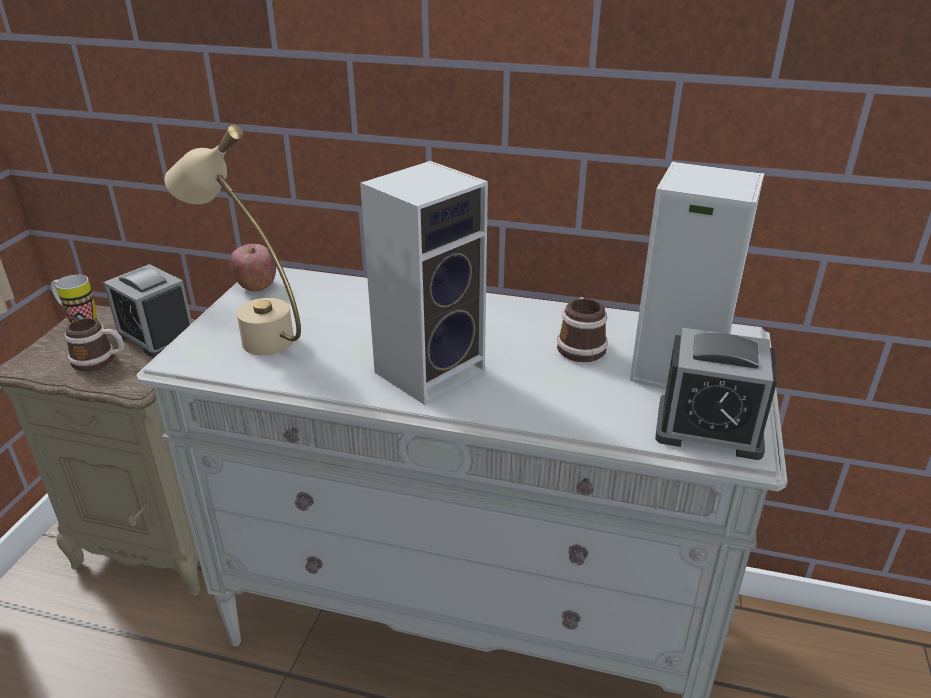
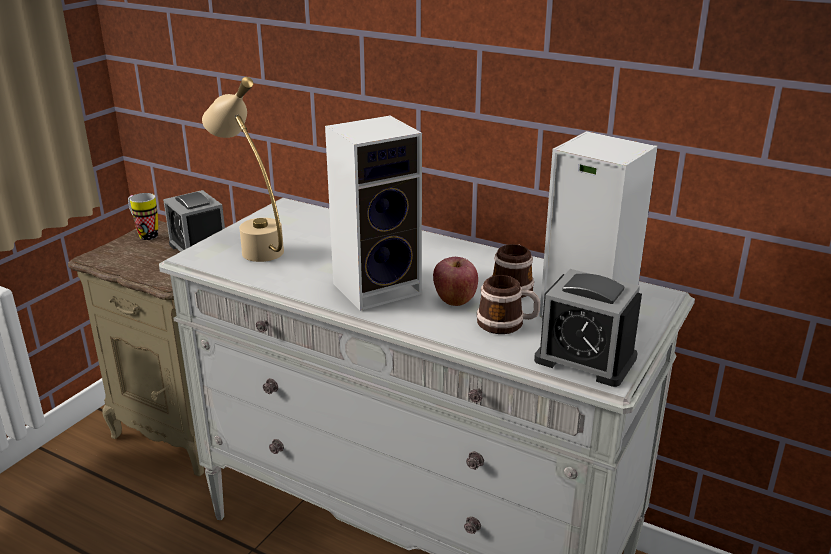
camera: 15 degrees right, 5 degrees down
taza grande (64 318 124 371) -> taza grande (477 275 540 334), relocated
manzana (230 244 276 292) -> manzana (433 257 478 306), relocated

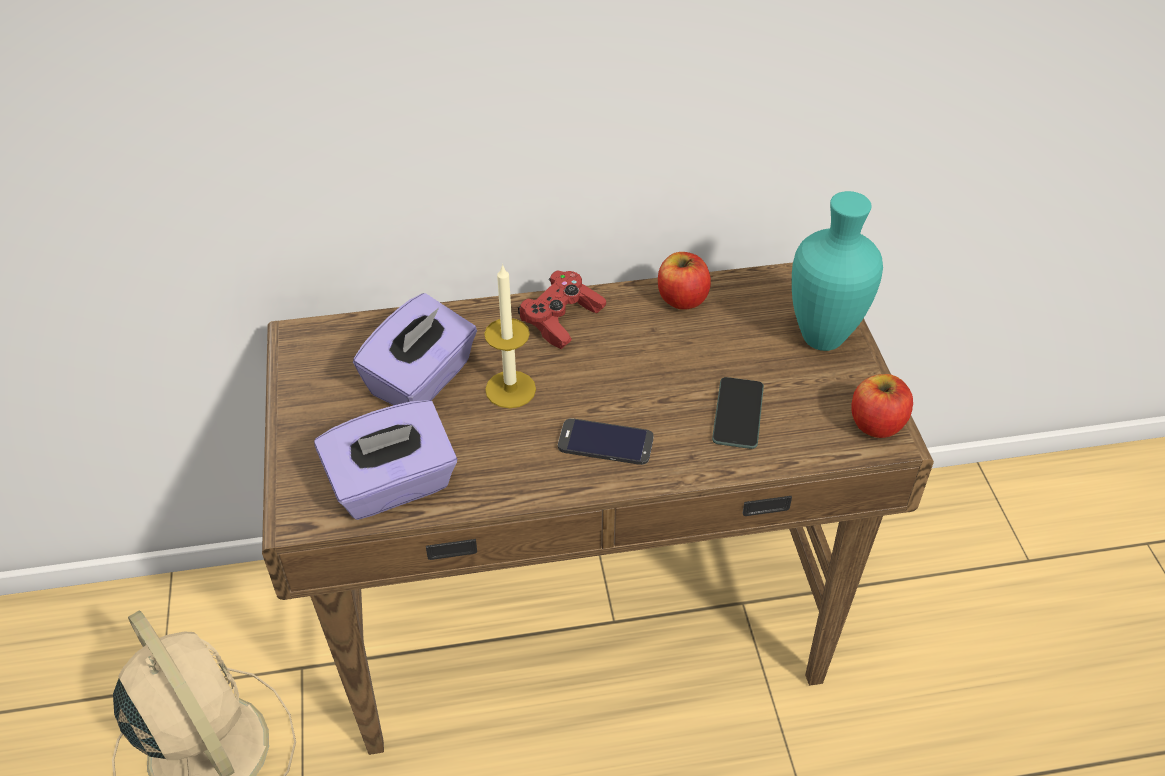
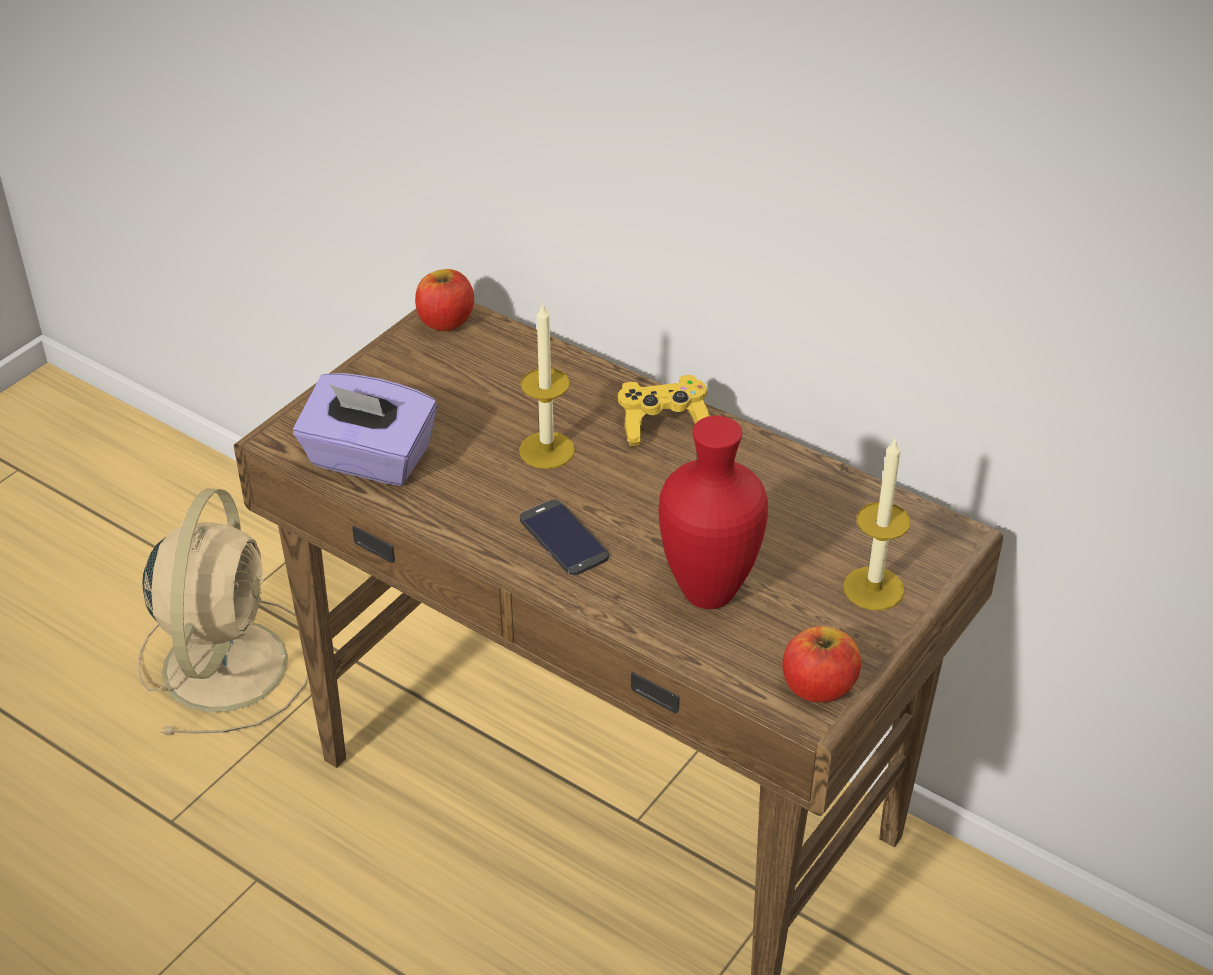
camera: 45 degrees right, 5 degrees down
caja de pañuelos (morado) (353 293 477 405) -> none
manzana (658 252 711 310) -> manzana (415 269 474 331), relocated
móvil (712 377 764 449) -> florero (rojo) (659 415 768 609)
florero (turquesa) (792 191 883 351) -> vela (843 437 911 610)
mando de consola (rojo) (518 270 606 349) -> mando de consola (amarillo) (618 375 710 447)

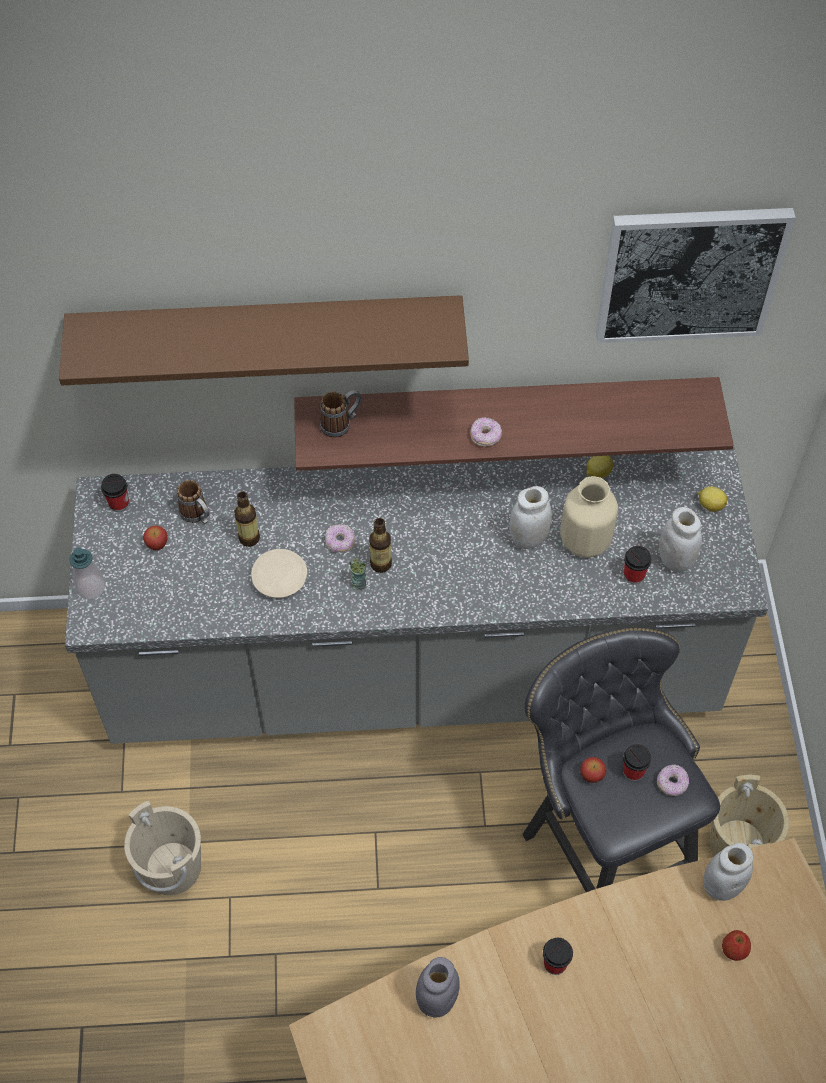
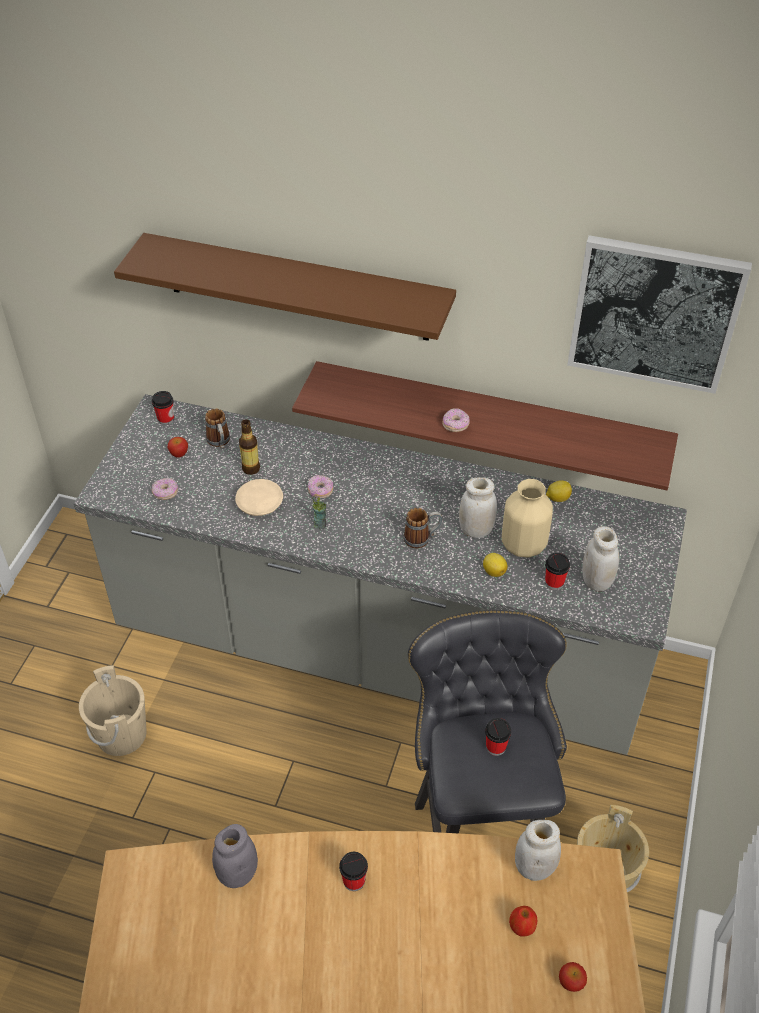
camera: 20 degrees right, 10 degrees down
dispensador de jabón (69 547 105 599) -> none
botella (369 518 392 573) -> none
taza grande (320 390 361 438) -> taza grande (404 508 443 548), relocated
manzana (580 757 607 783) -> manzana (559 962 587 992), relocated
rosquilla (657 764 689 796) -> rosquilla (151 478 178 500), relocated
limón (698 486 727 512) -> limón (483 553 507 577), relocated

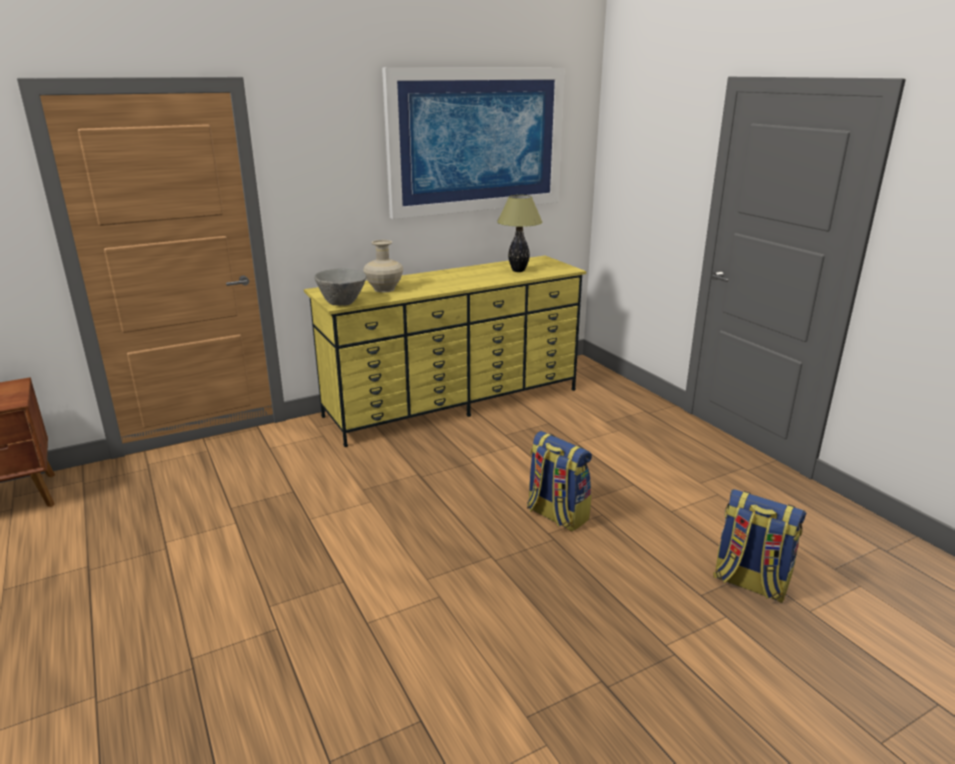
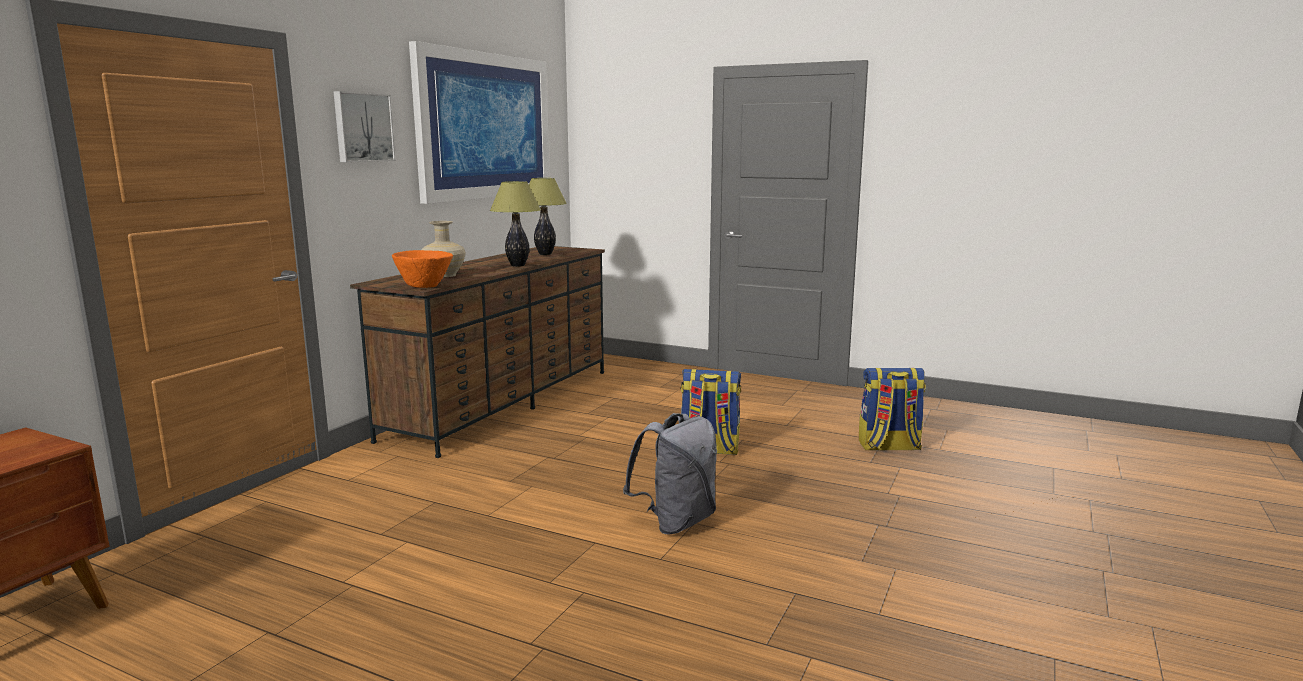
camera: 35 degrees left, 10 degrees down
none -> cuadro (333 91 396 162)
none -> lámpara de mesa (490 181 541 267)
none -> mochila (gris) (623 413 717 535)
cómoda (amarillo) (304 256 586 447) -> cómoda (marrón) (350 246 605 458)
cuenco (gris) (314 268 367 306) -> cuenco (naranja) (392 250 453 288)

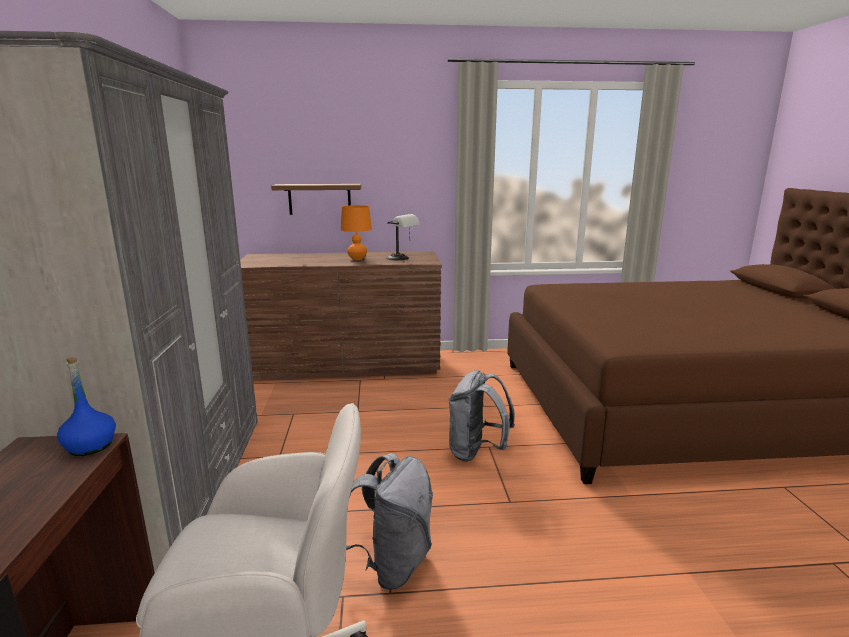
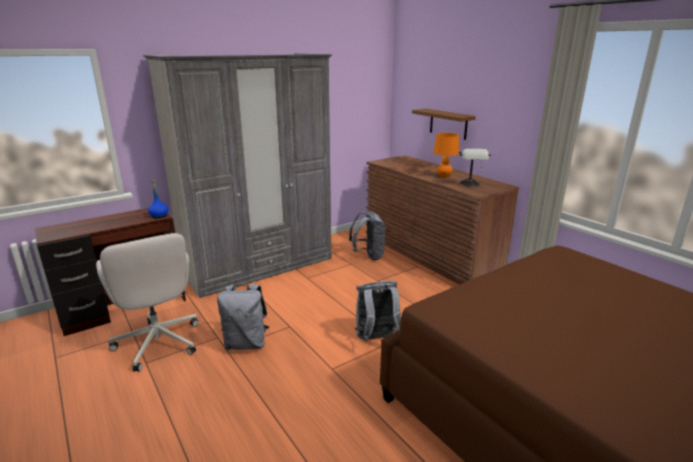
camera: 60 degrees right, 5 degrees up
none -> mochila (gris) (349 211 386 260)

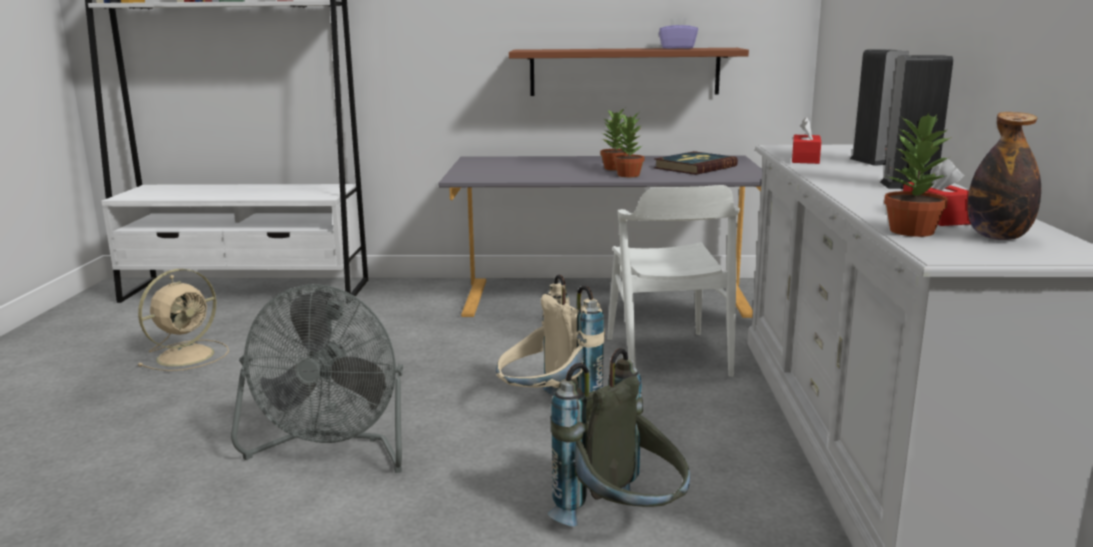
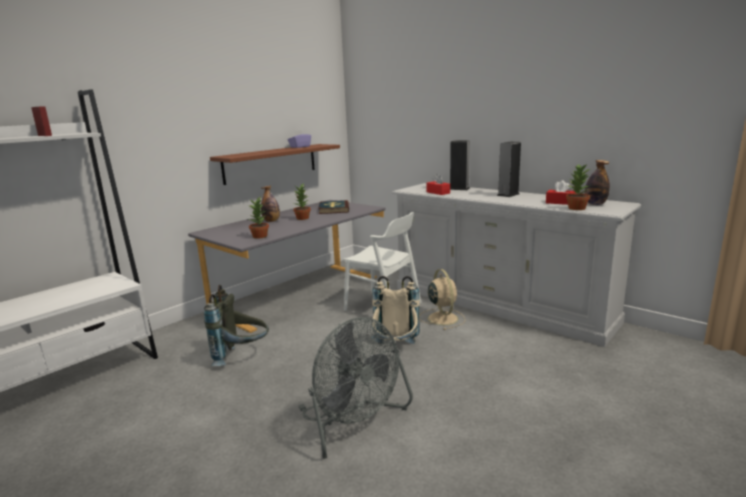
camera: 50 degrees left, 0 degrees up
none -> botella (261 185 280 222)
ventilador (beis) (137 269 229 371) -> ventilador (beis) (420 269 465 330), relocated
mochila (gris) (548 348 690 526) -> mochila (gris) (204 285 269 366), relocated
planta en maceta (614 113 644 177) -> planta en maceta (249 197 269 239), relocated

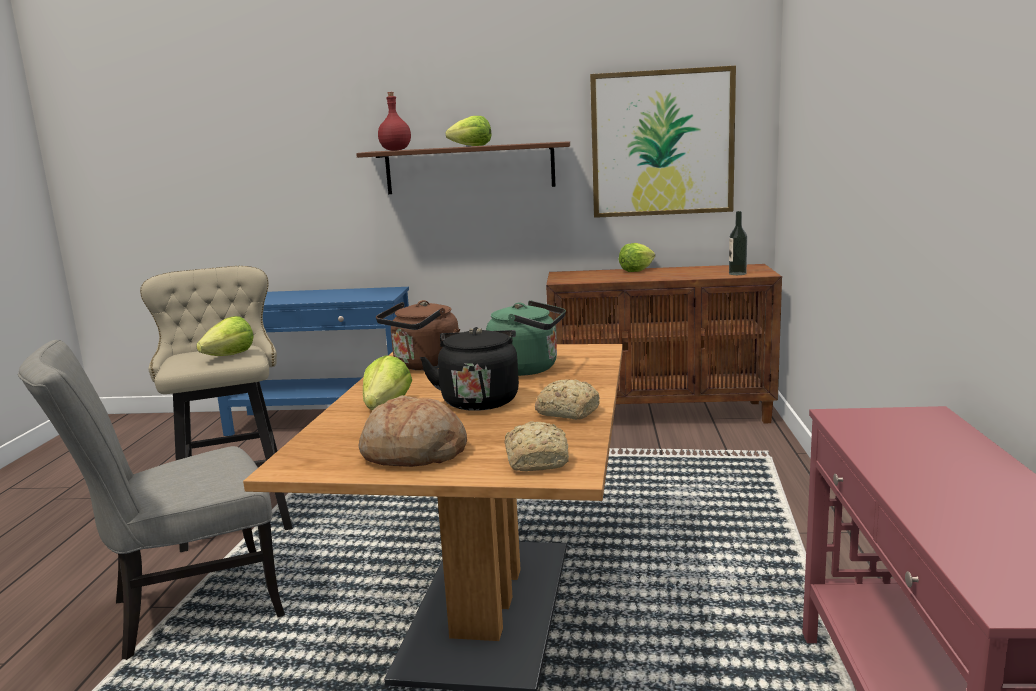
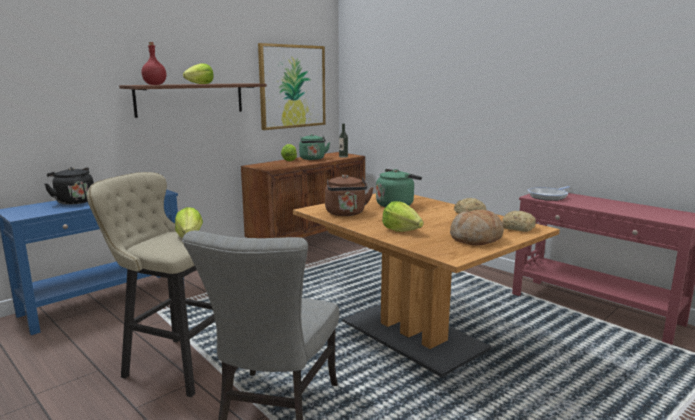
camera: 50 degrees left, 0 degrees up
none -> hervidor (verde) (299 134 330 160)
none -> sartén (528 186 570 201)
hervidor (negro) (420 327 519 411) -> hervidor (negro) (45 167 94 205), relocated

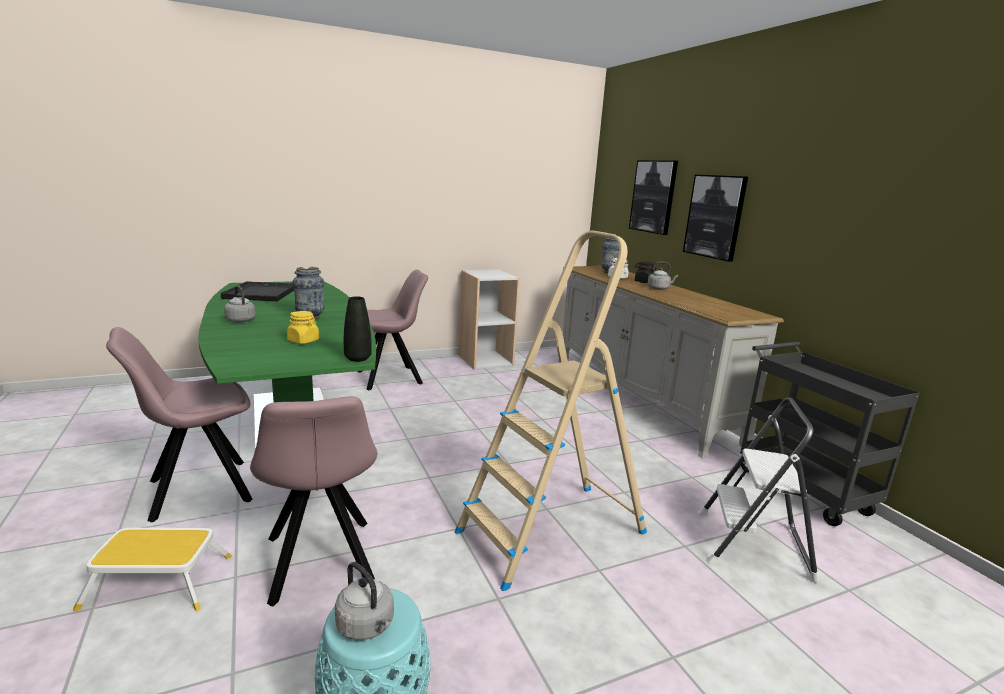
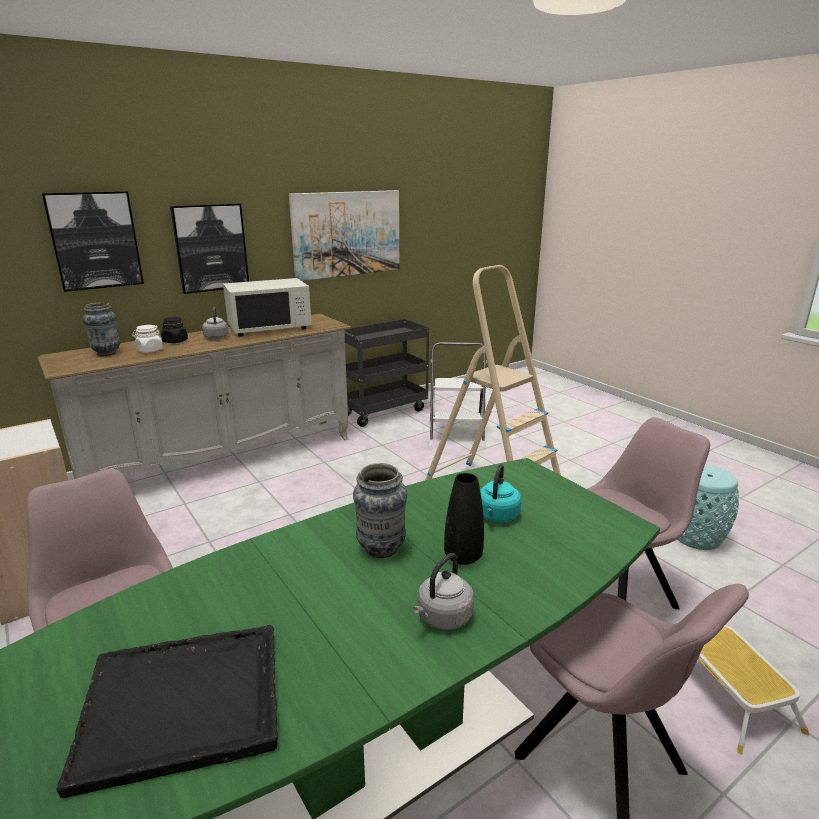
camera: 100 degrees left, 5 degrees up
hervidor (gris) (335 562 394 640) -> none
none -> microondas (blanco) (223 278 312 336)
none -> cuadro (289 190 399 281)
florero (negro) (344 297 372 362) -> florero (negro) (444 473 484 565), relocated
tarro (amarillo) (287 311 319 344) -> hervidor (turquesa) (480 464 521 523)

